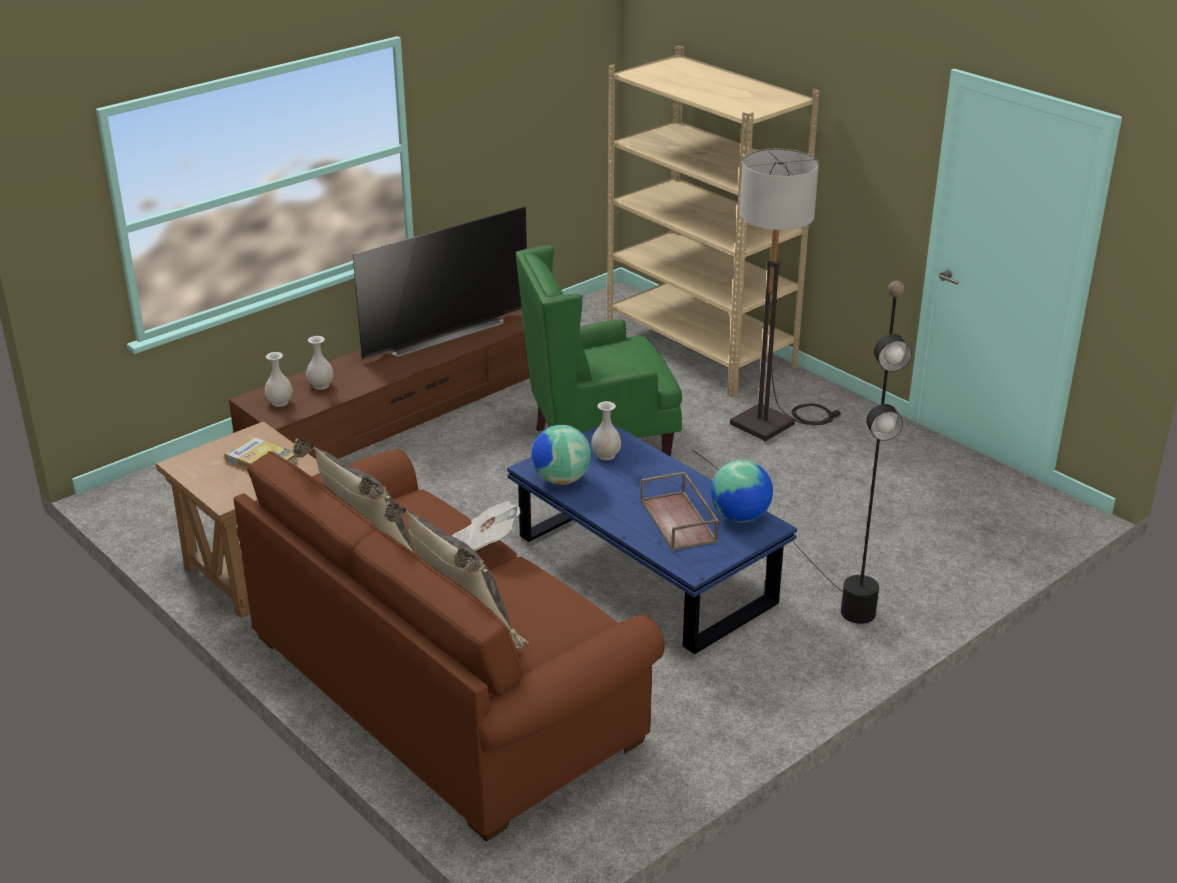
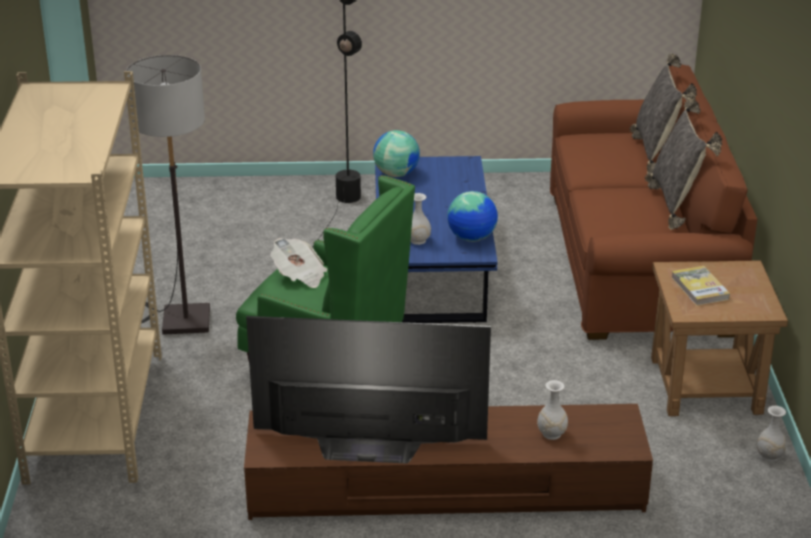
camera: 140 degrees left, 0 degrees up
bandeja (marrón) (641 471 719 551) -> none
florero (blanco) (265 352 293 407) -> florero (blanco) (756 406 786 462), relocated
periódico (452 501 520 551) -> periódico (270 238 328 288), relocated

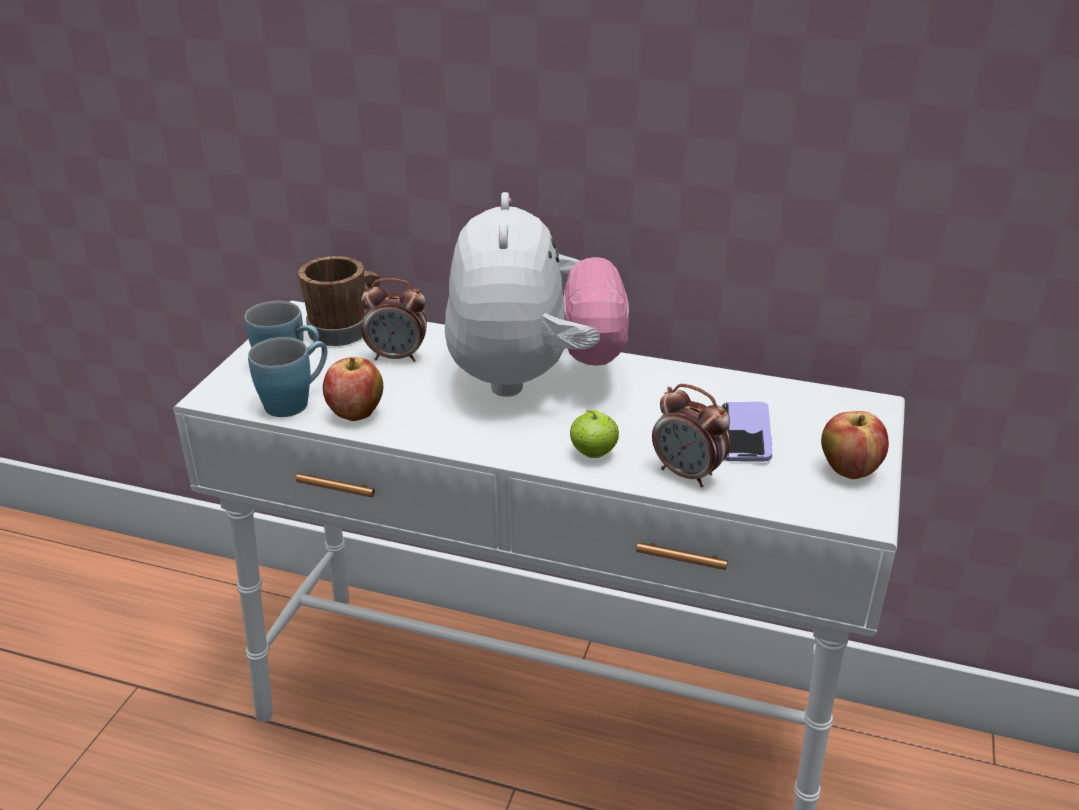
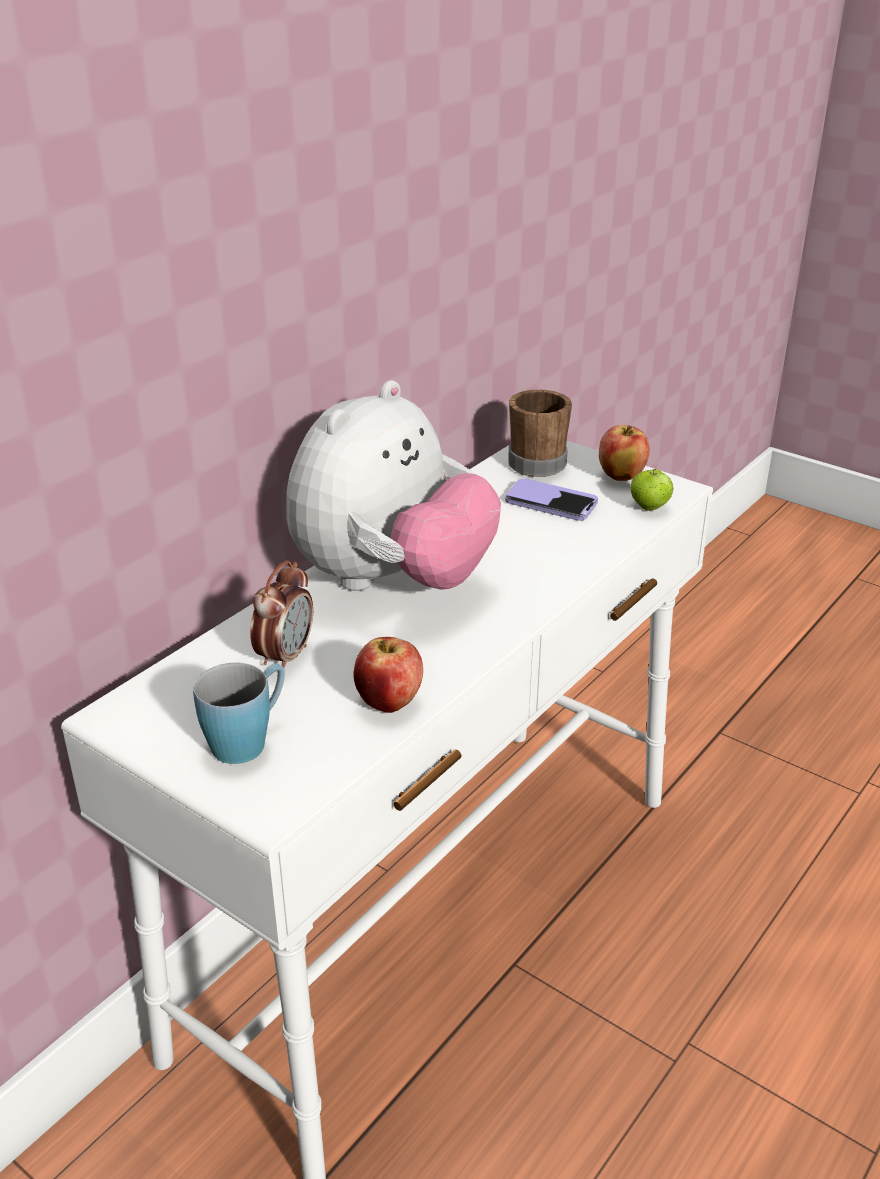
camera: 70 degrees left, 0 degrees up
taza grande (azul) (248 337 327 417) -> none
despertador (652 384 730 487) -> none
taza grande (marrón) (298 256 380 346) -> taza grande (marrón) (508 390 572 477), relocated
manzana (570 410 619 458) -> manzana (630 469 673 511), relocated
peluche (445 192 629 397) -> peluche (286 380 501 591), 105 degrees clockwise

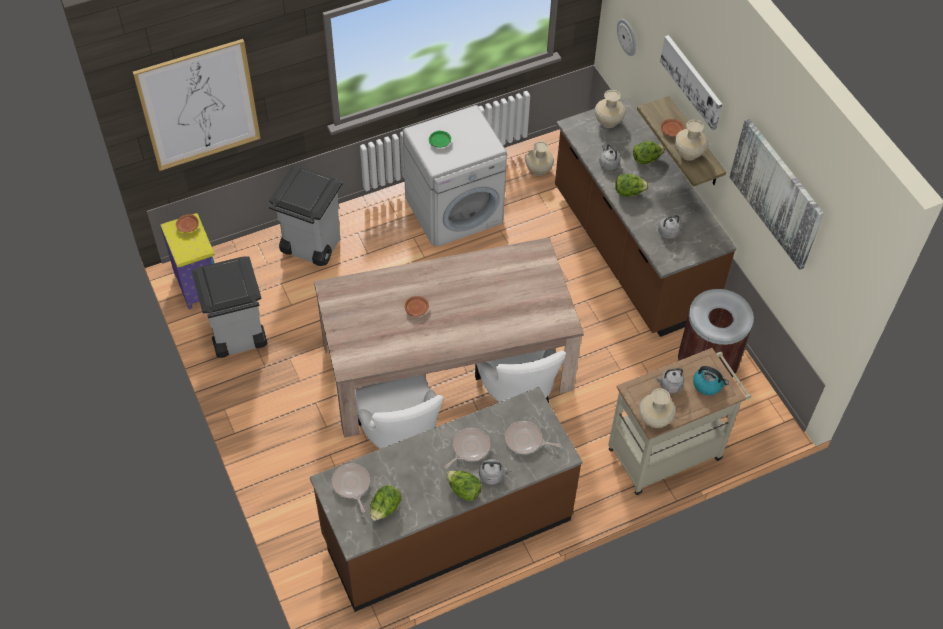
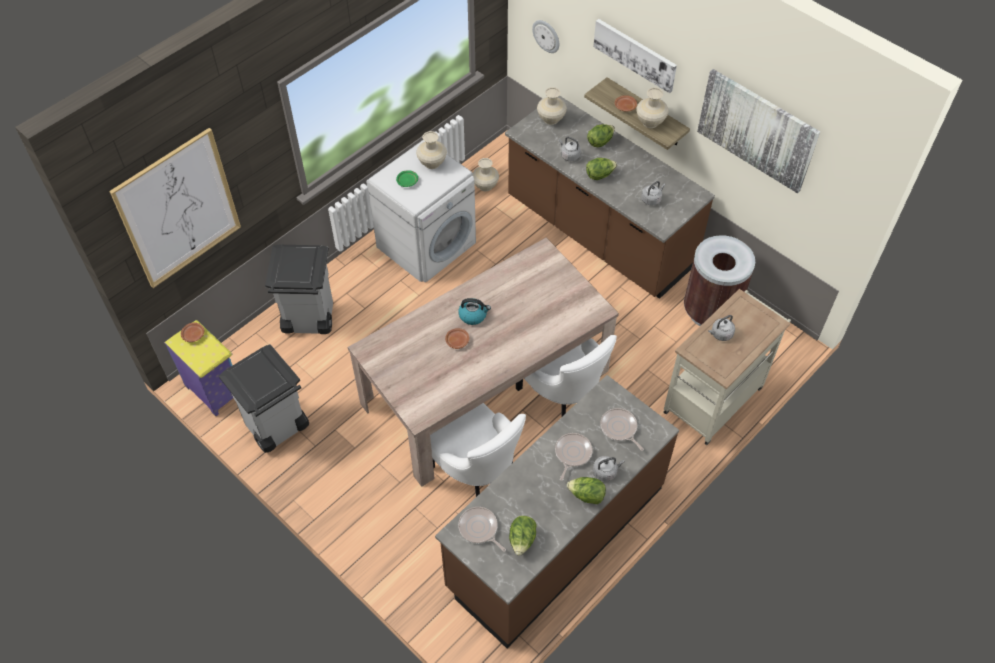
camera: 20 degrees left, 0 degrees up
florero (beis) (639 388 676 428) -> florero (beis) (416 131 447 169), relocated
hervidor (693 366 729 395) -> hervidor (459 298 491 325), relocated
sartén (505 421 561 454) -> sartén (600 408 644 451), 60 degrees clockwise

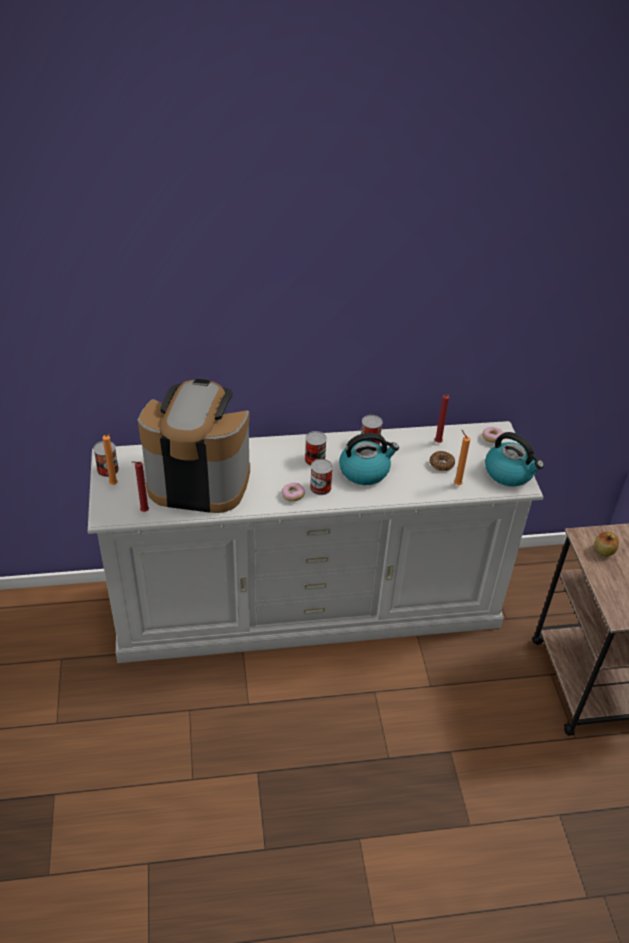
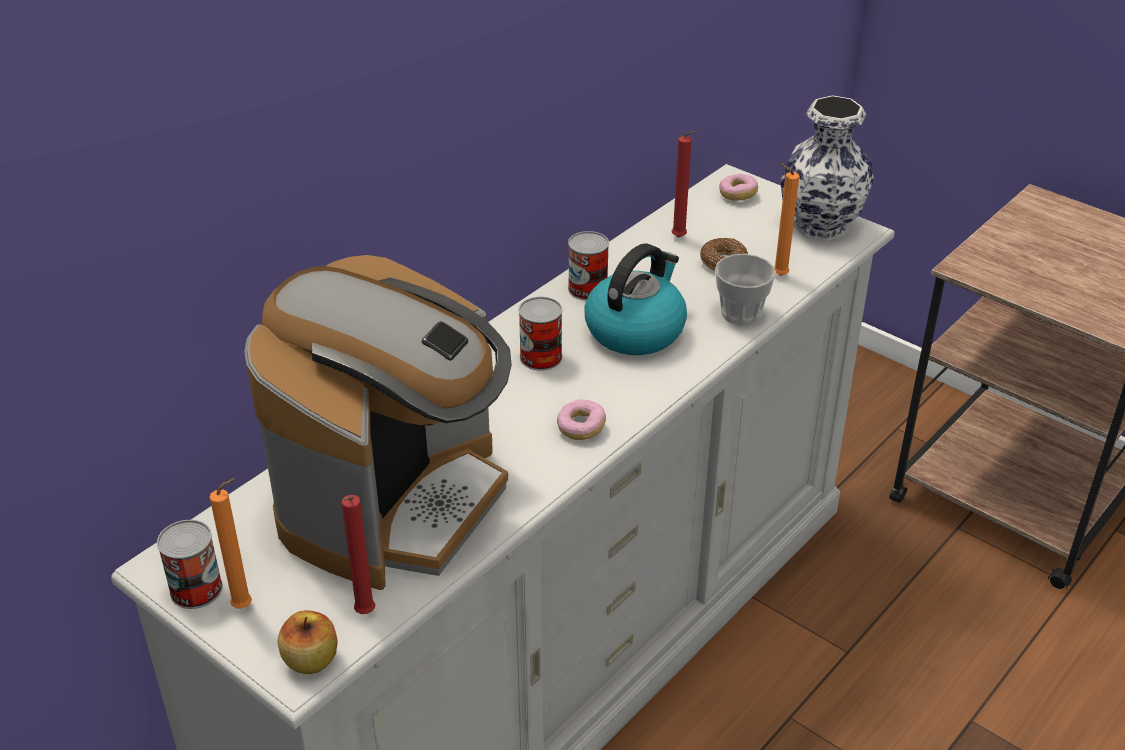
camera: 40 degrees left, 5 degrees down
lata (310 459 333 495) -> none
none -> taza (715 254 776 325)
manzana (595 532 619 556) -> manzana (278 610 338 674), relocated
hervidor (485 432 544 486) -> florero (780 95 874 241)
cafetera (138 379 250 513) -> cafetera (244 255 512 590), 150 degrees clockwise

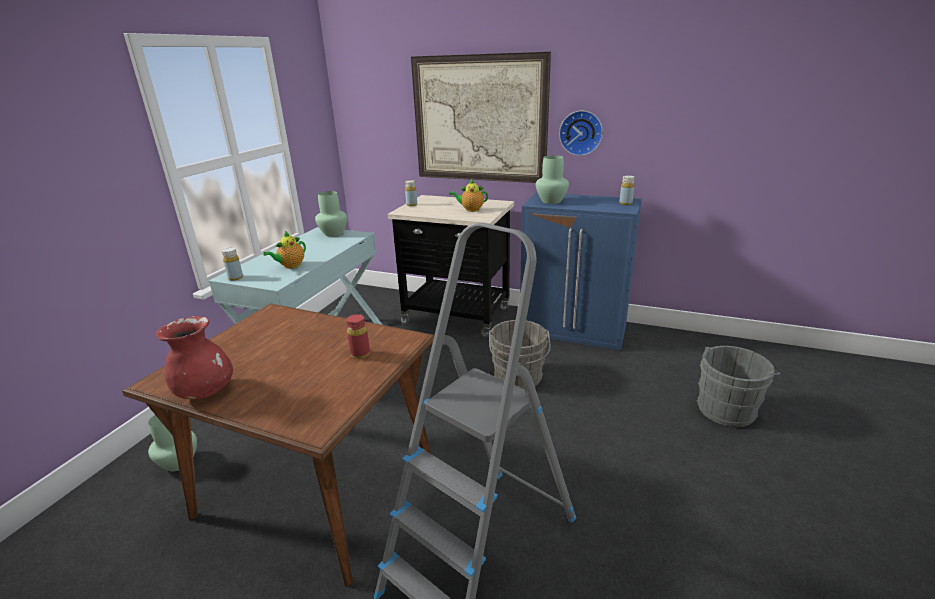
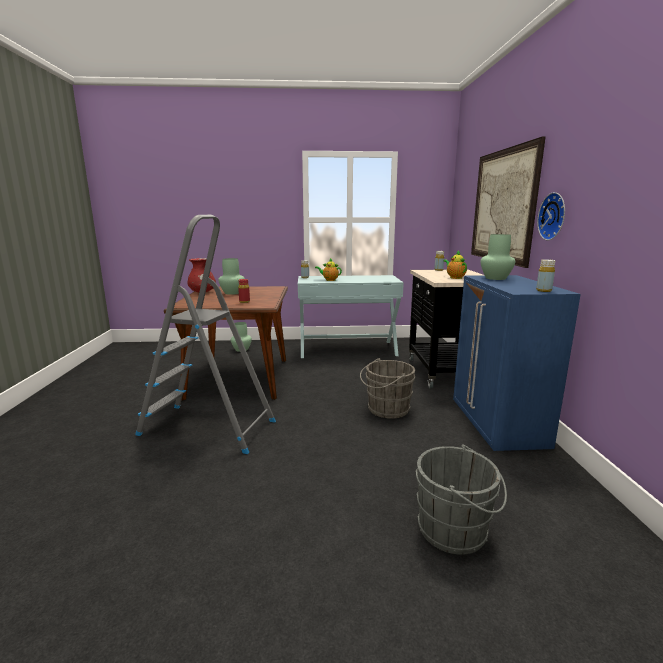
camera: 65 degrees right, 10 degrees down
florero (verde) (315 191 347 236) -> florero (verde) (218 258 245 295), relocated

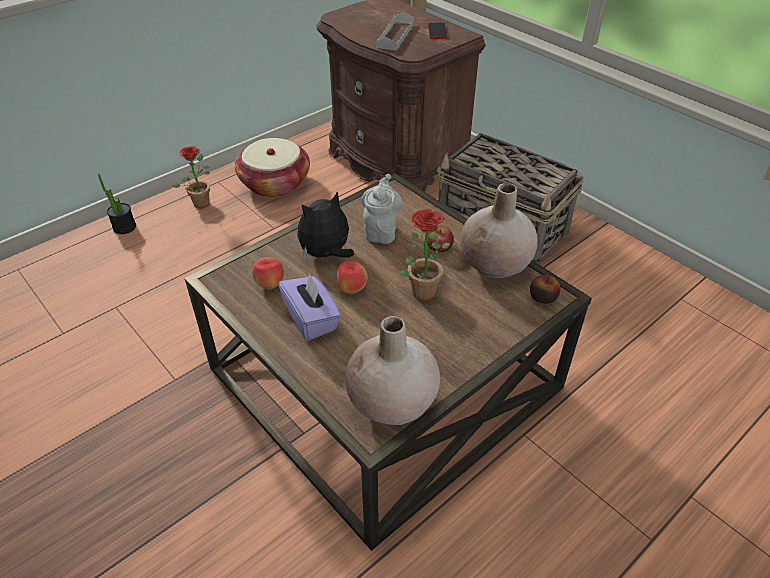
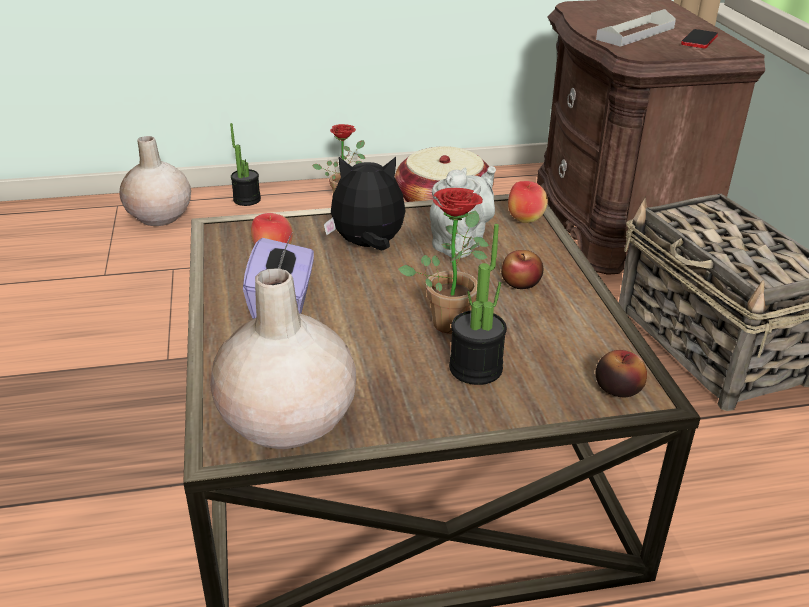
camera: 30 degrees right, 10 degrees down
none -> planta en maceta (449 224 507 385)
manzana (337 261 368 294) -> manzana (508 181 548 223), relocated
florero (beis) (460 183 538 278) -> florero (beis) (119 136 191 226), relocated

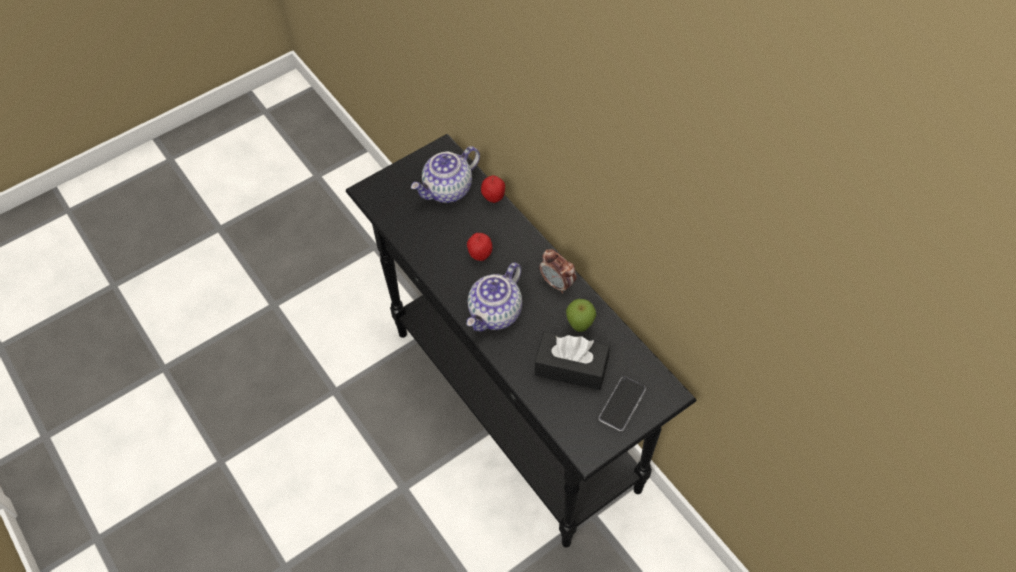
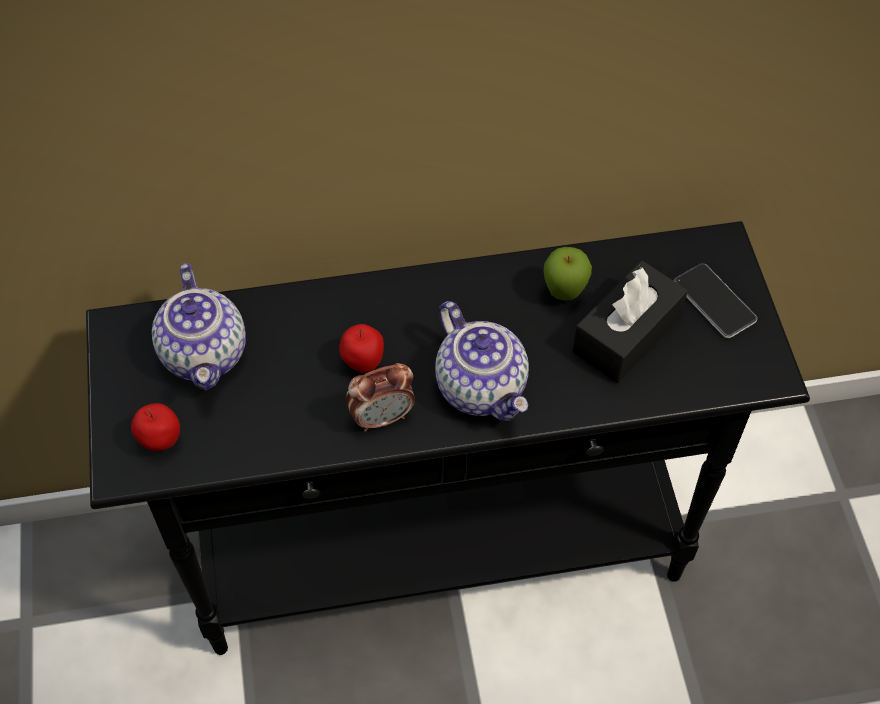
camera: 65 degrees left, 0 degrees up
manzana (481 176 505 203) -> manzana (131 403 180 451), relocated
despertador (539 249 576 293) -> despertador (346 363 415 432), relocated

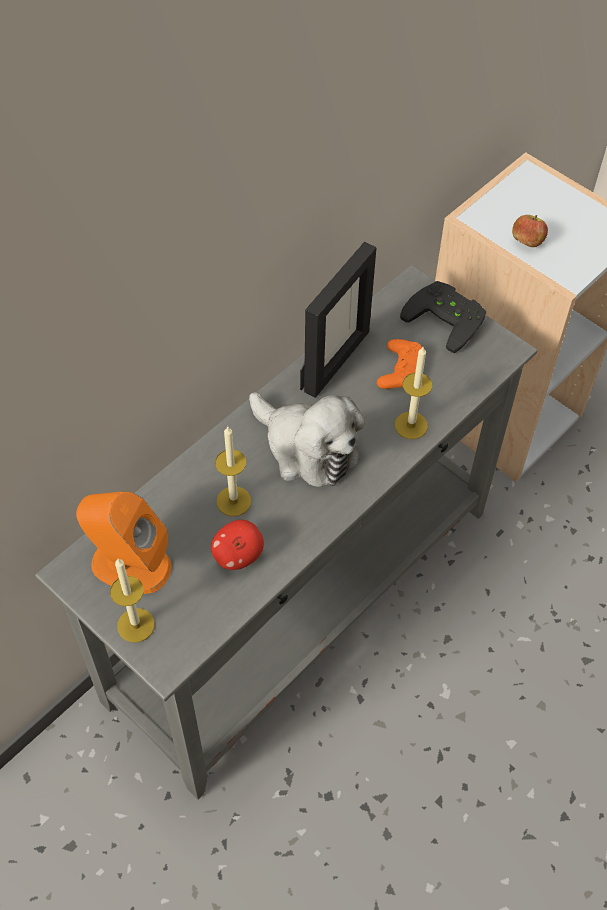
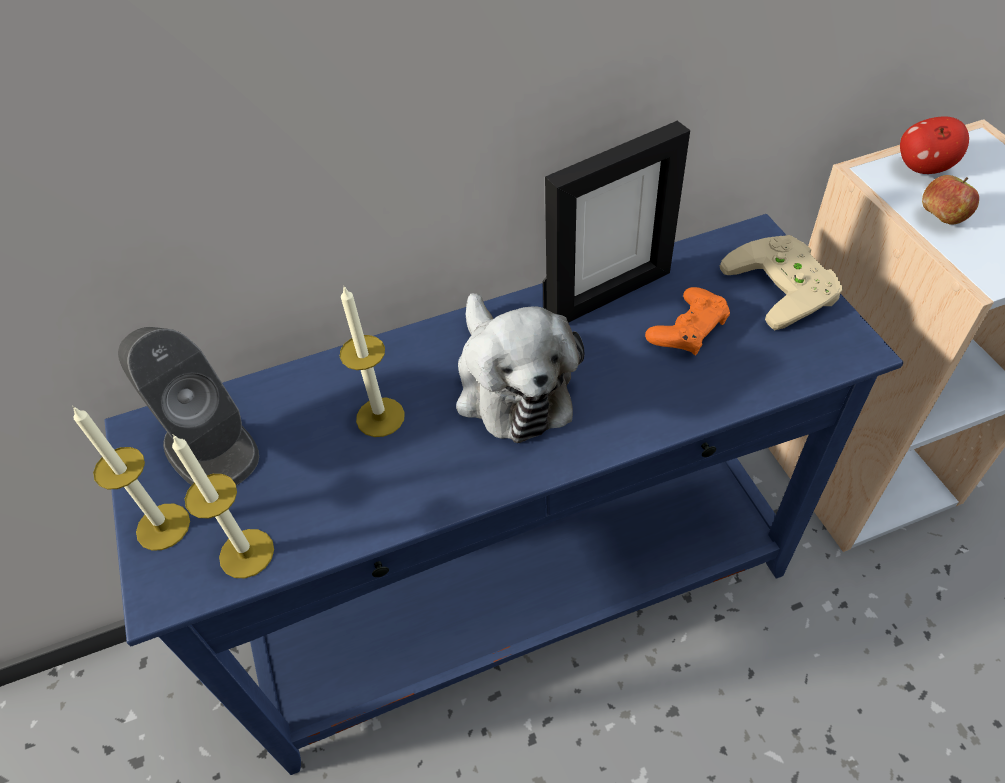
camera: 30 degrees right, 5 degrees down
manzana (211 520 264 570) -> manzana (900 116 969 174), relocated
vela (395 347 432 439) -> vela (172 435 274 578), relocated
mesa consola (gris) (35 265 538 800) -> mesa consola (azul) (104 214 903 775)
altavoz (naranja) (76 491 172 594) -> altavoz (gris) (118 327 259 486)
mando de consola (negro) (400 281 486 353) -> mando de consola (beis) (720 235 843 330)

